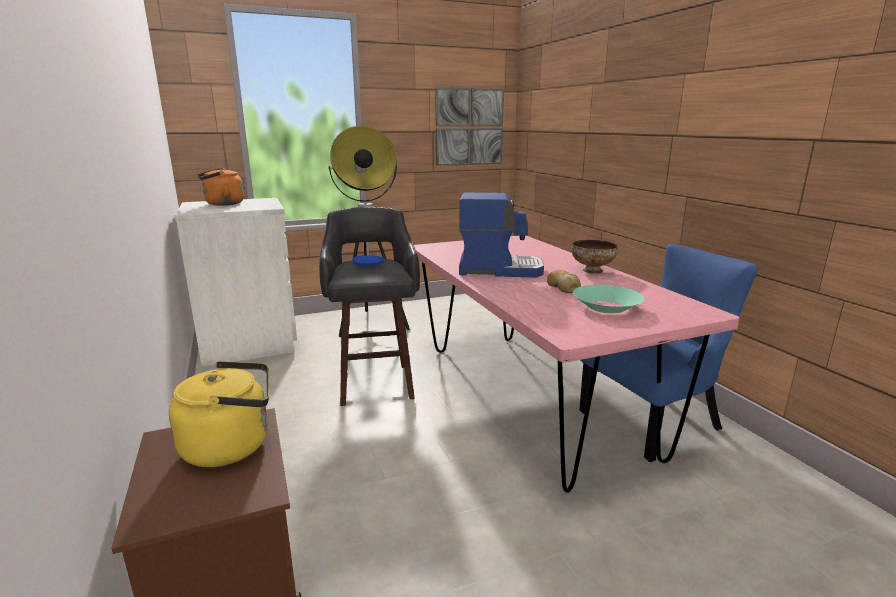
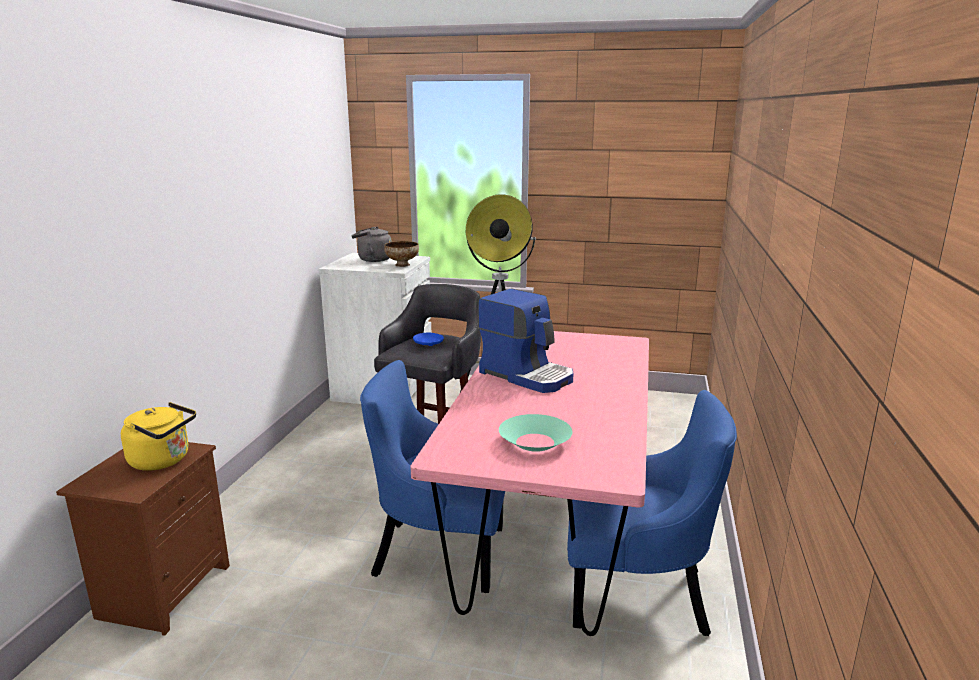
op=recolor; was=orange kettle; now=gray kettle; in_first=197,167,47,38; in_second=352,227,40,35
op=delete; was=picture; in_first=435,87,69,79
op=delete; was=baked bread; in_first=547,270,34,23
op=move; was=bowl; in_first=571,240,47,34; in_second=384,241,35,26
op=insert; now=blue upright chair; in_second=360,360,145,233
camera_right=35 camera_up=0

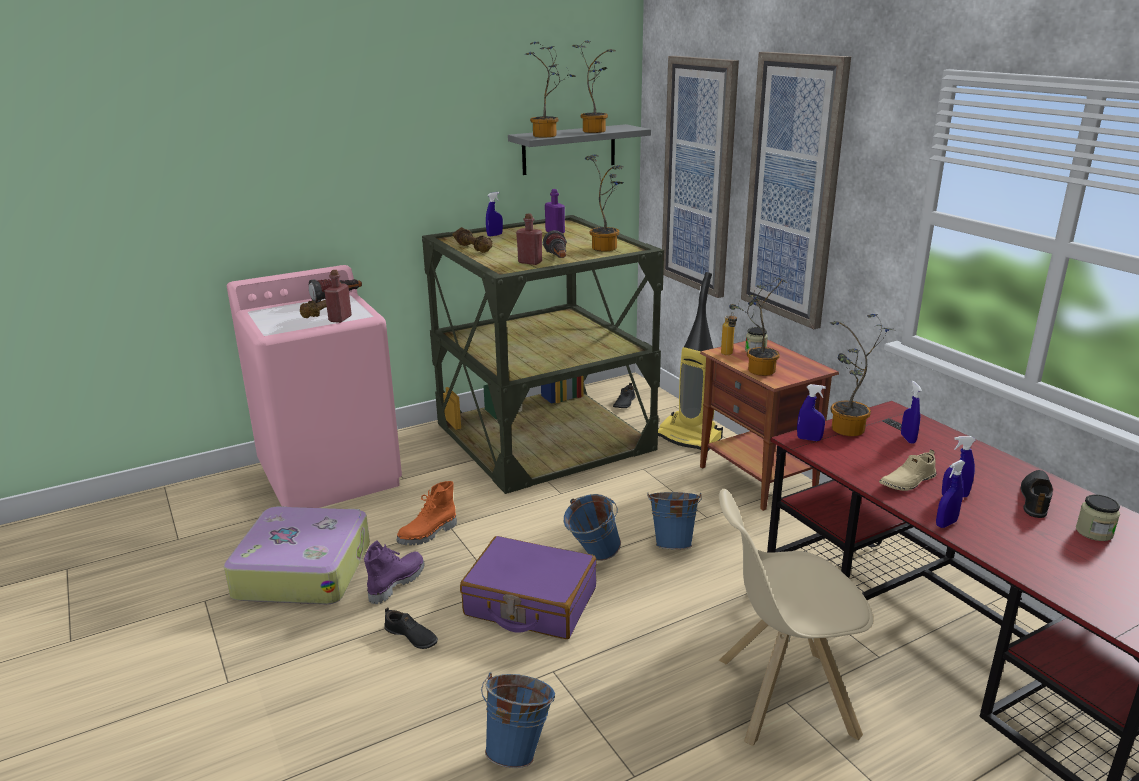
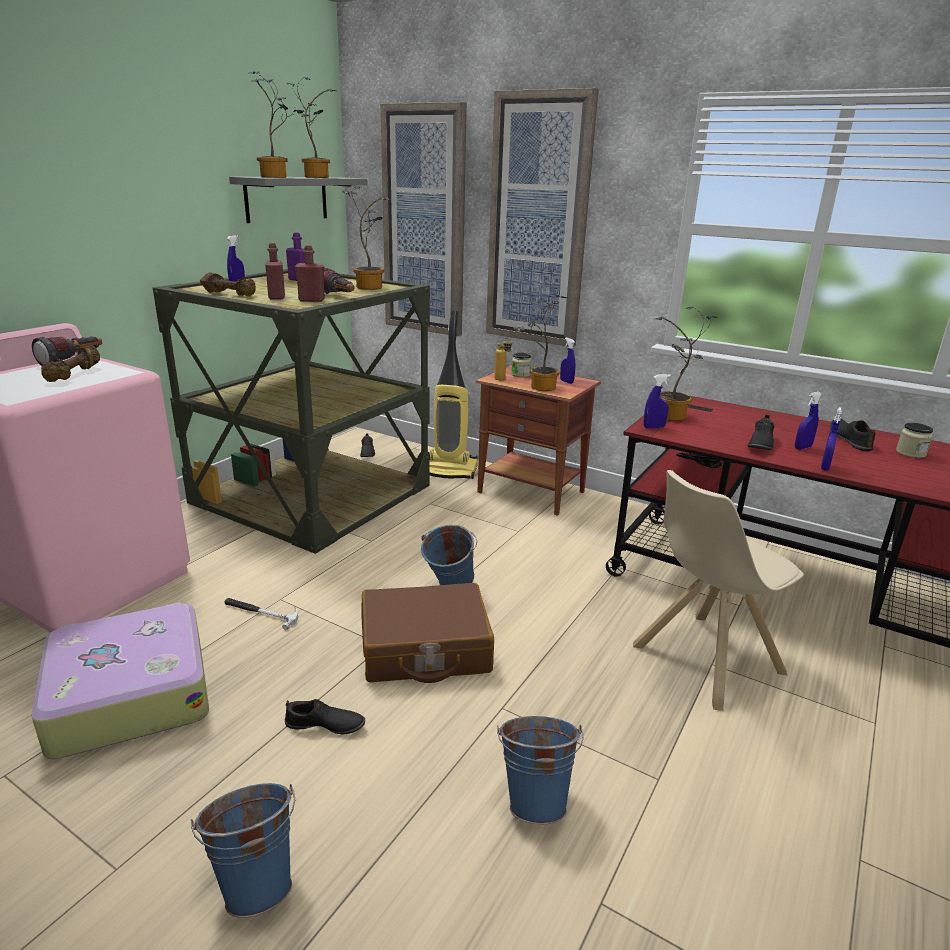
op=move; was=red-coloured bottle; in_first=324,270,28,53; in_second=265,243,20,56
op=delete; was=purple tall boot; in_first=364,541,61,63
op=replace; was=orange tall boot; now=tool hammer; in_first=397,481,60,64; in_second=224,598,74,32
op=recolor; was=purple travel case; now=brown travel case; in_first=460,536,137,103; in_second=361,583,133,100
op=move; was=blue water bucket; in_first=647,492,55,58; in_second=191,783,104,135
op=recolor; was=beige-coloured low shoe; now=black low shoe; in_first=879,449,58,42; in_second=747,415,28,35
op=move; was=blue spray bottle; in_first=901,381,21,63; in_second=560,338,15,46
camera_right=-30 camera_up=0

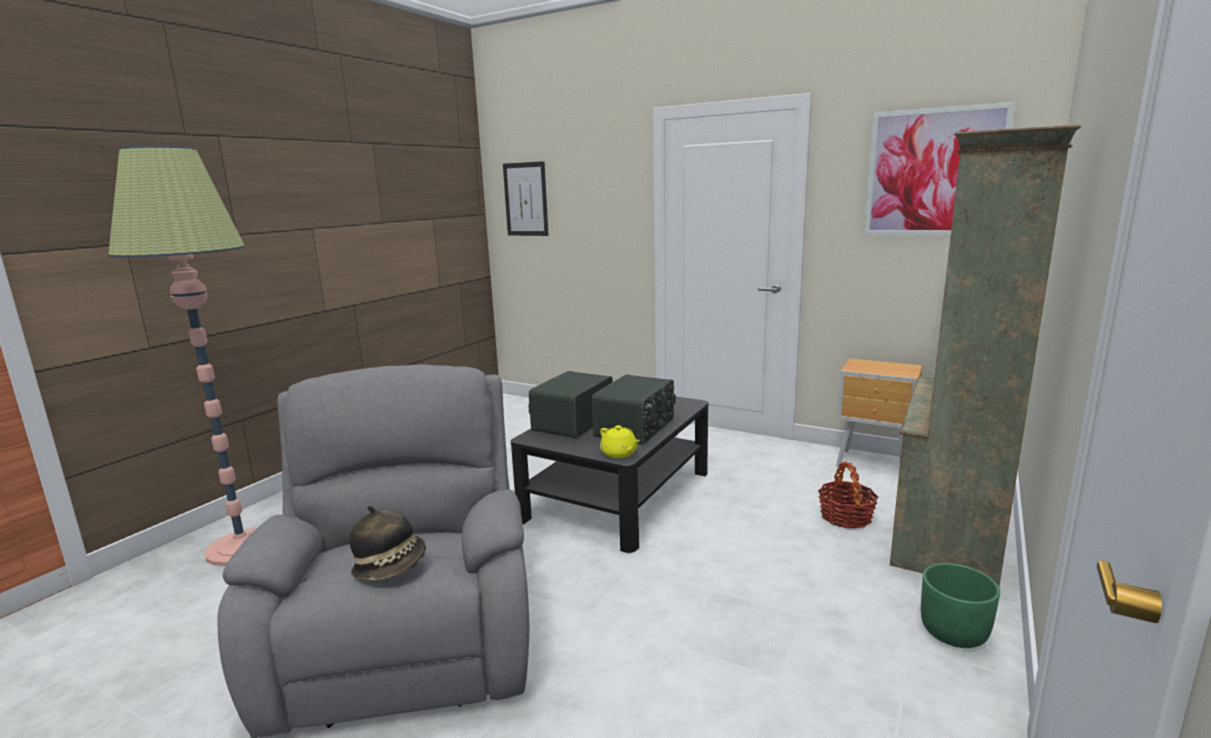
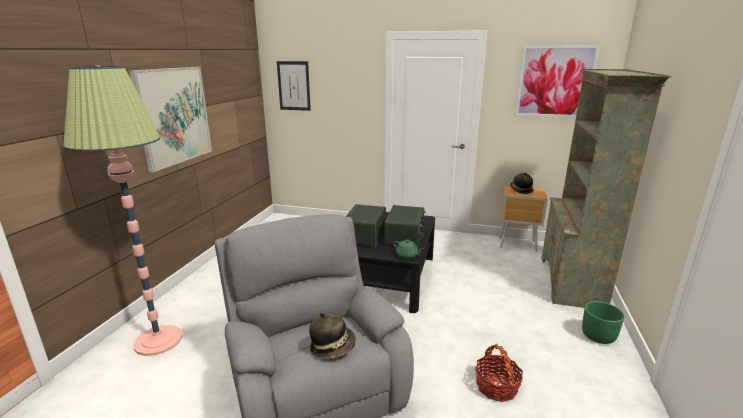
op=recolor; was=yellow-coloured pot for tea; now=green-coloured pot for tea; in_first=600,425,40,33; in_second=393,239,31,20
op=move; was=basket; in_first=818,462,61,66; in_second=475,344,48,58
op=insert; now=picture; in_second=129,67,83,105
op=insert; now=clothing hat; in_second=510,173,23,21
camera_right=-15 camera_up=5

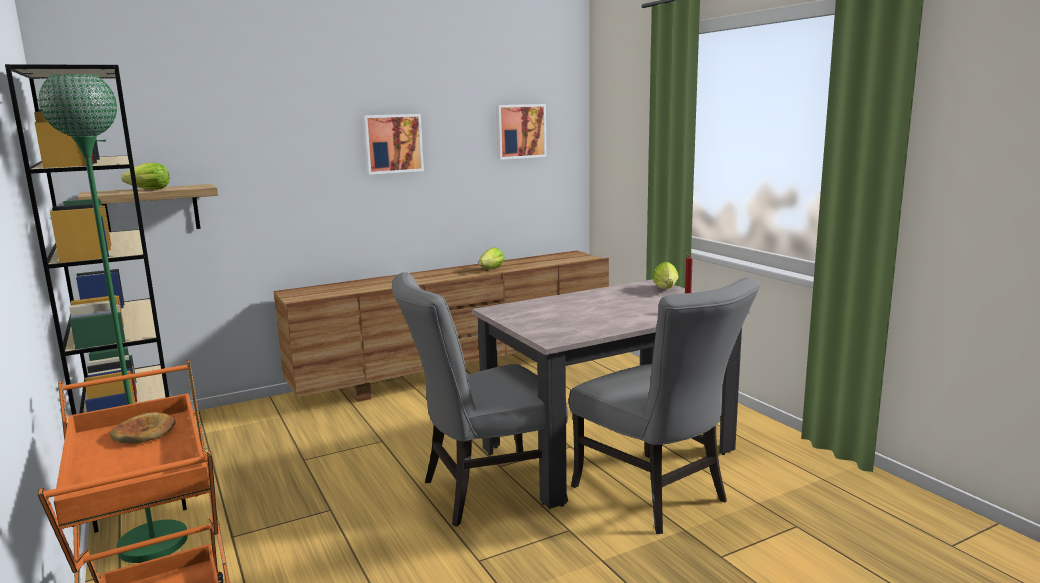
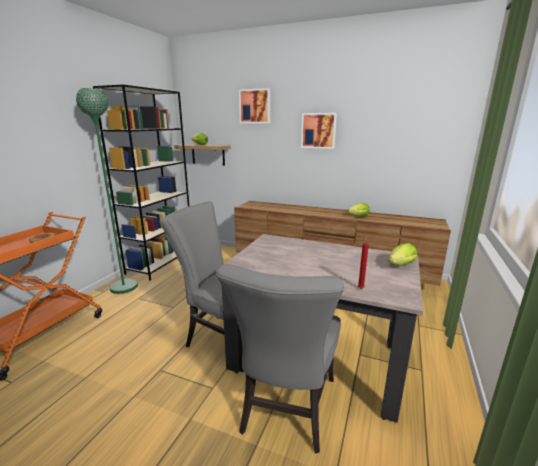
op=move; was=picture; in_first=496,104,51,56; in_second=239,88,31,35
camera_right=50 camera_up=5

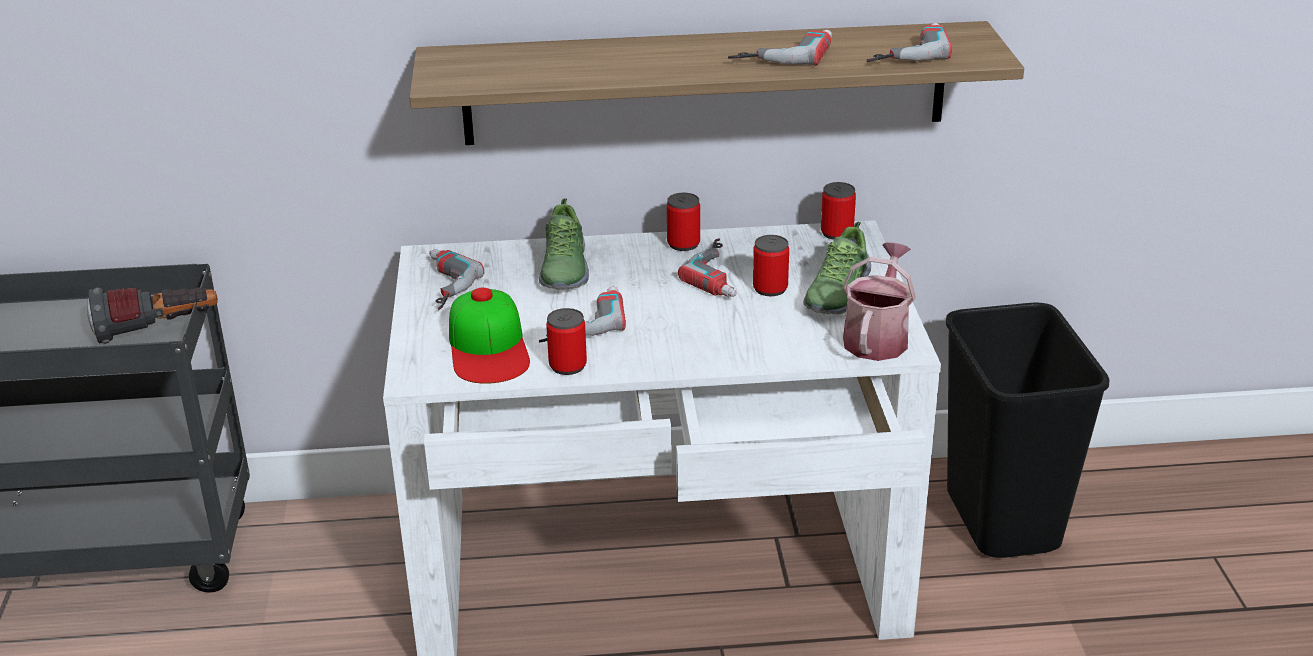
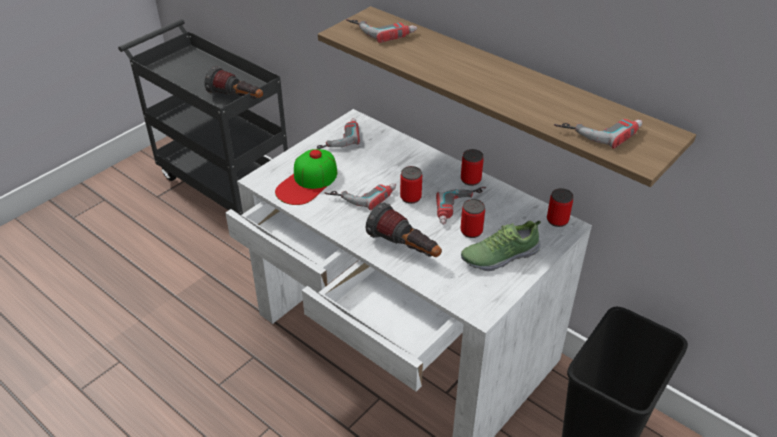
op=delete; was=low shoe; in_first=539,198,50,92
op=move; was=sealed can; in_first=546,308,41,67; in_second=400,166,22,38
op=move; was=power drill; in_first=728,29,104,37; in_second=346,19,71,24
op=delete; was=sprinkling can; in_first=842,242,74,119
op=insert; now=hand torch; in_second=366,202,76,55
camera_right=45 camera_up=10

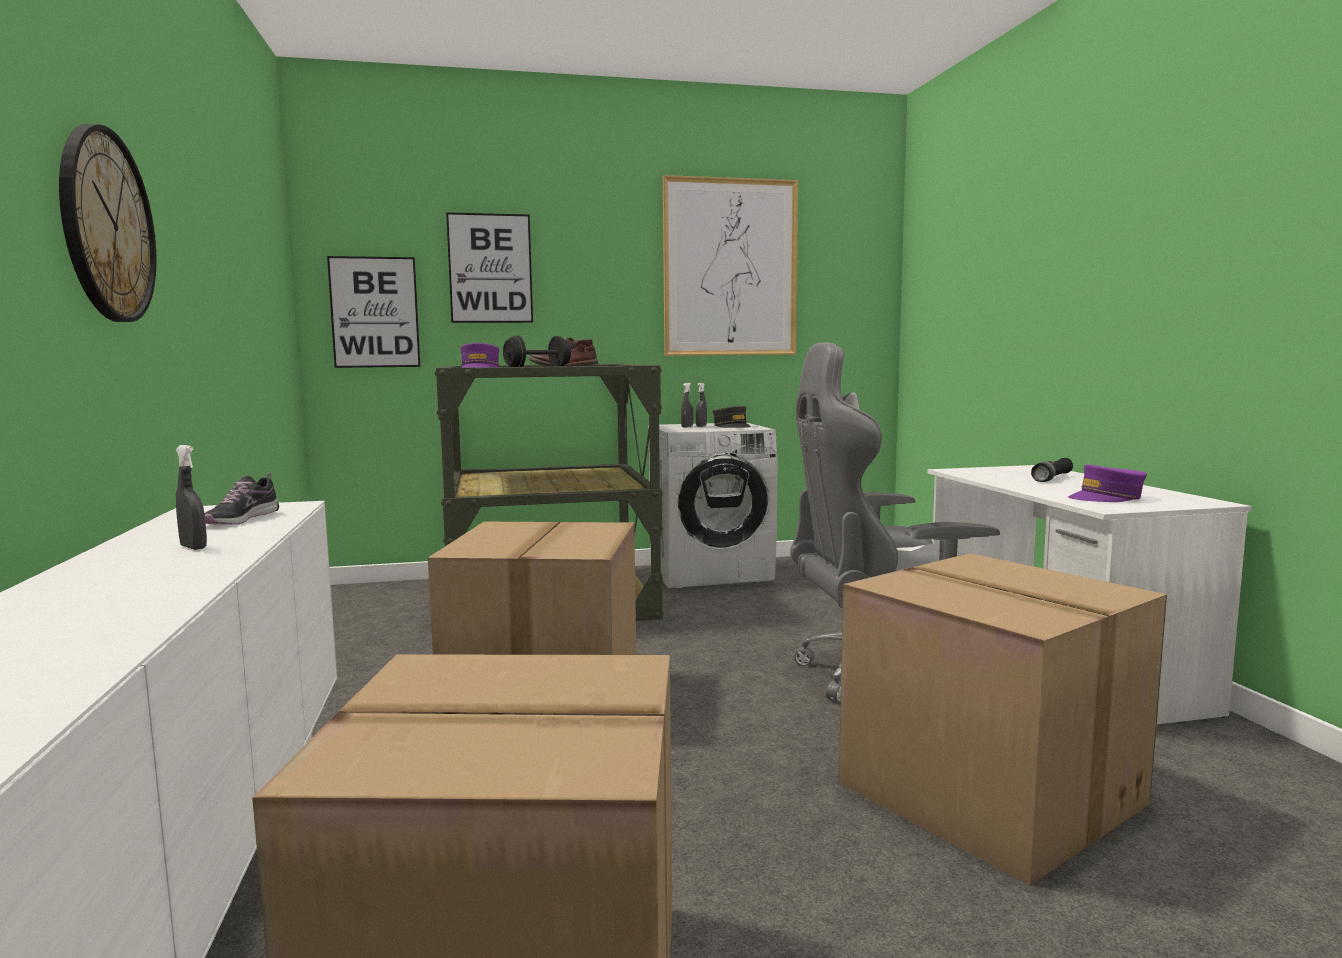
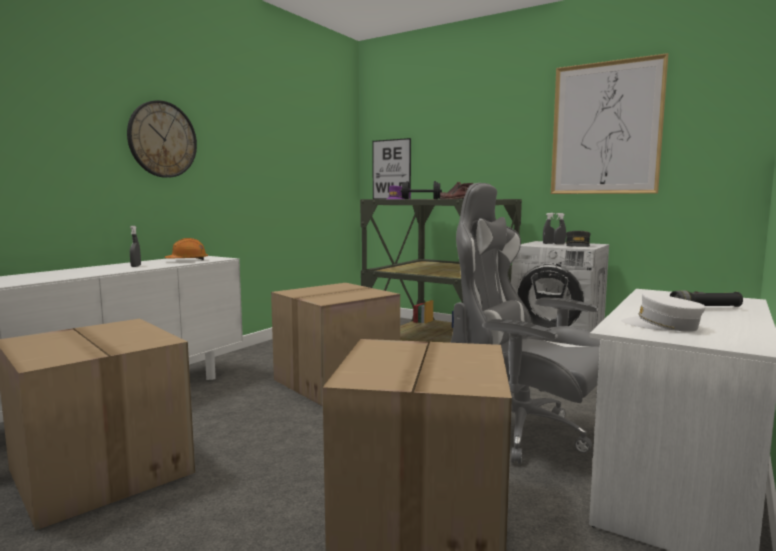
op=replace; was=low shoe; now=orange work helmet; in_first=205,473,74,51; in_second=165,238,43,22
op=delete; was=picture; in_first=446,212,87,111
op=recolor; was=purple baseball cap; now=white-coloured baseball cap; in_first=1068,464,79,38; in_second=621,292,85,40
camera_right=45 camera_up=0

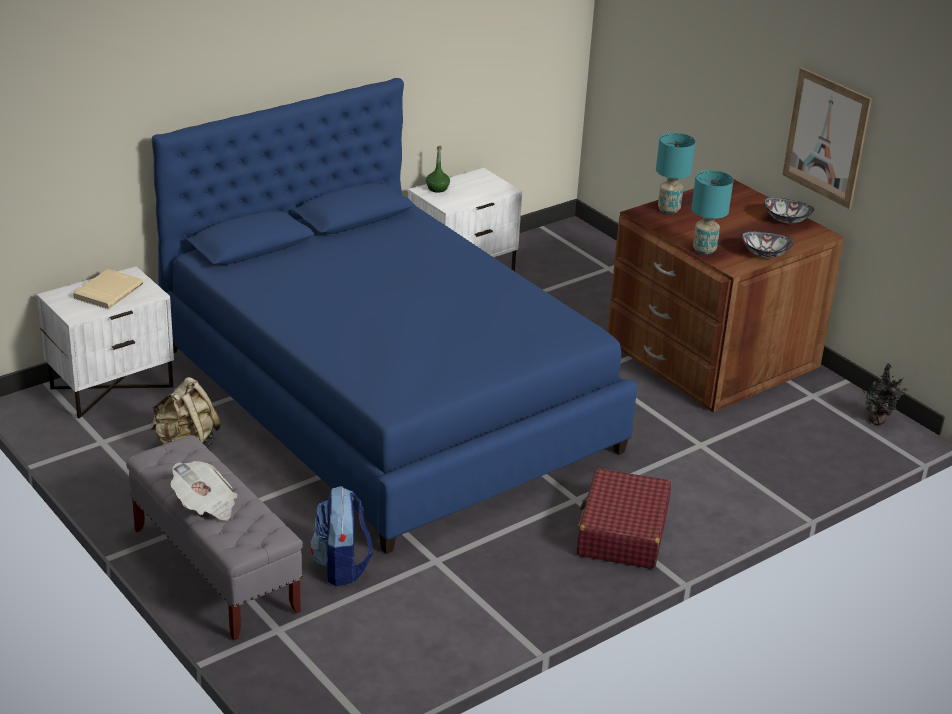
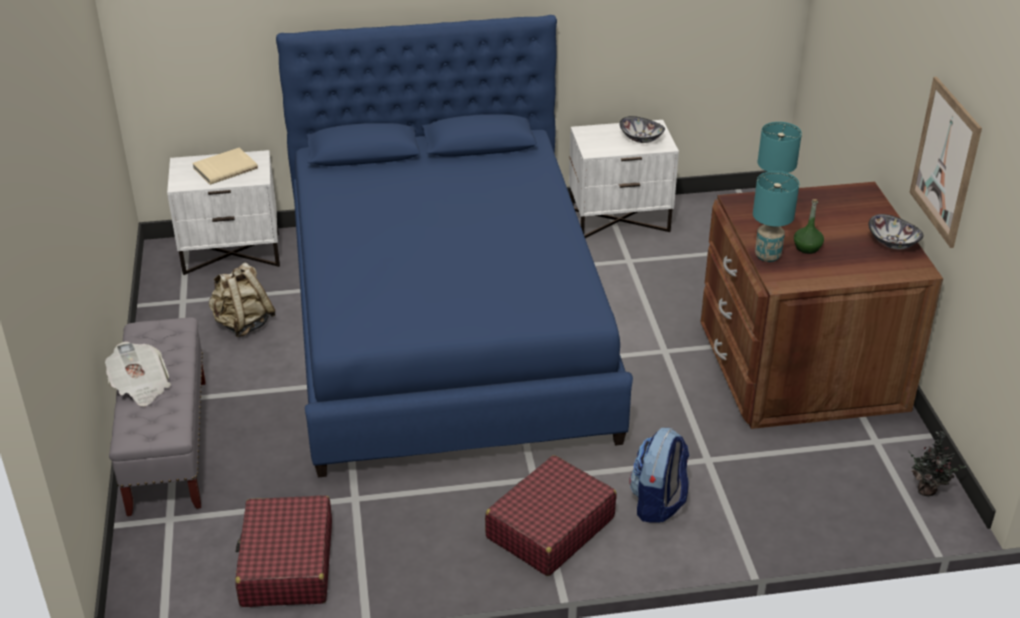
op=move; was=rucksack; in_first=310,486,63,100; in_second=629,428,60,95
op=move; was=green-coloured bottle; in_first=426,146,24,47; in_second=794,199,30,55
op=move; was=bowl; in_first=741,231,53,27; in_second=620,116,45,27
op=insert; now=red-coloured travel case; in_second=235,495,97,112
camera_right=30 camera_up=5

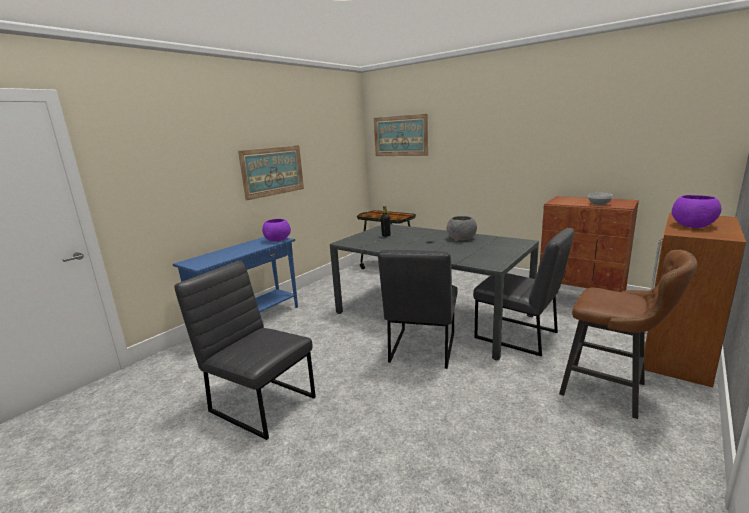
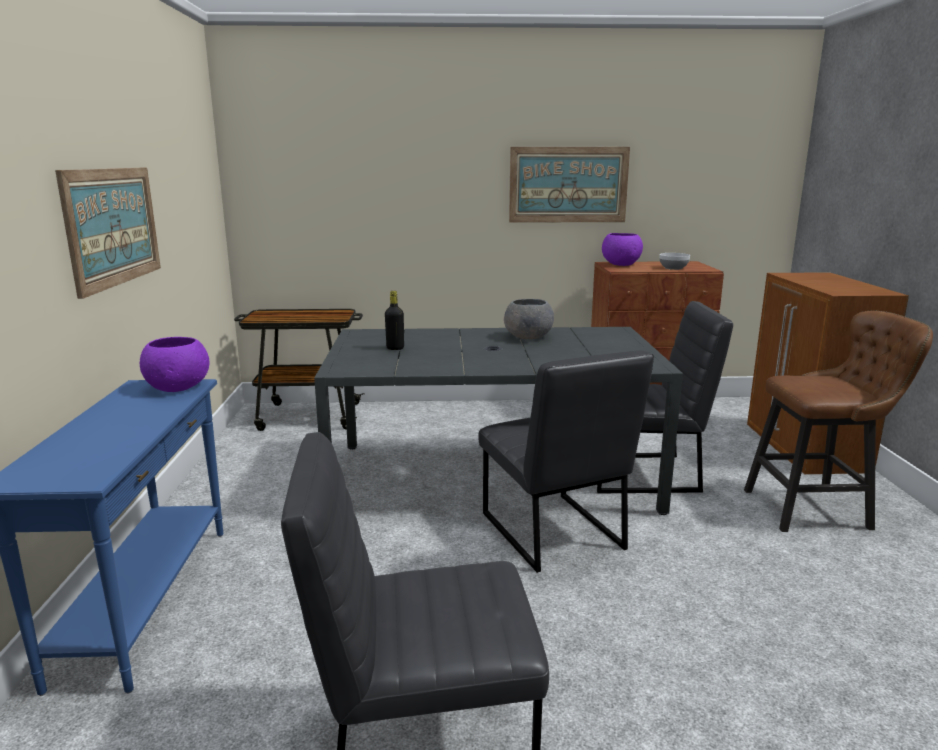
op=move; was=picture; in_first=374,114,54,42; in_second=509,147,121,76
op=move; was=purple bowl; in_first=672,195,49,33; in_second=602,233,41,33
camera_right=-40 camera_up=0

